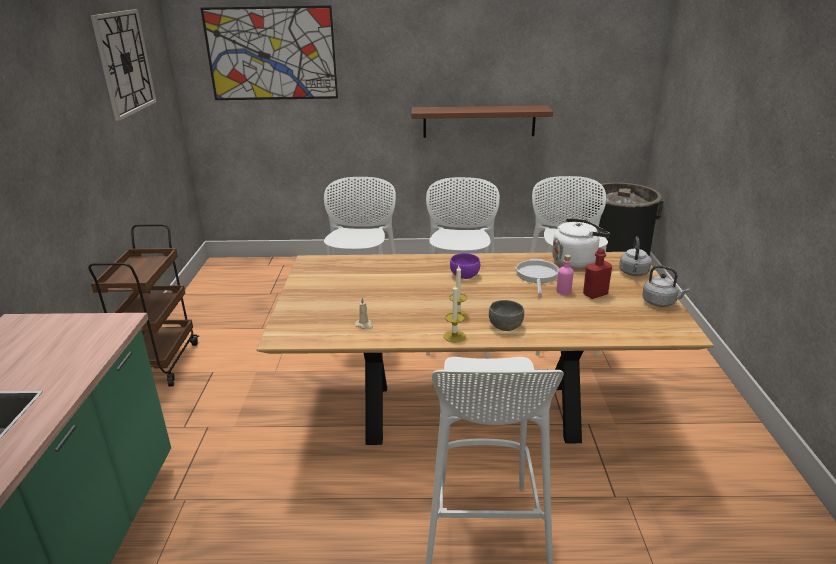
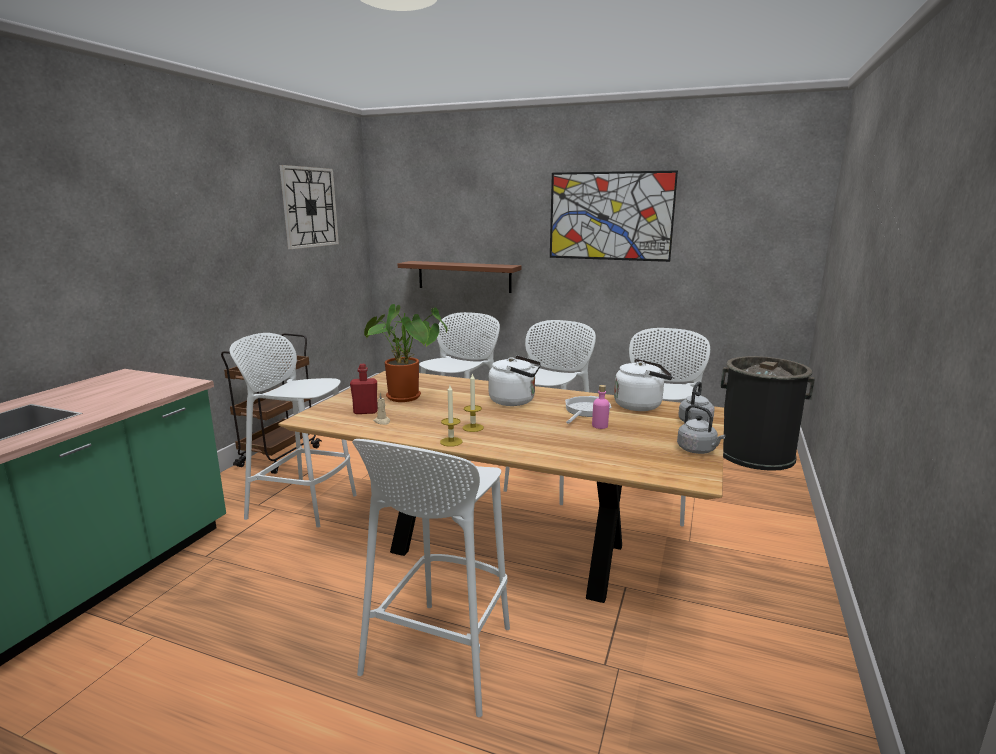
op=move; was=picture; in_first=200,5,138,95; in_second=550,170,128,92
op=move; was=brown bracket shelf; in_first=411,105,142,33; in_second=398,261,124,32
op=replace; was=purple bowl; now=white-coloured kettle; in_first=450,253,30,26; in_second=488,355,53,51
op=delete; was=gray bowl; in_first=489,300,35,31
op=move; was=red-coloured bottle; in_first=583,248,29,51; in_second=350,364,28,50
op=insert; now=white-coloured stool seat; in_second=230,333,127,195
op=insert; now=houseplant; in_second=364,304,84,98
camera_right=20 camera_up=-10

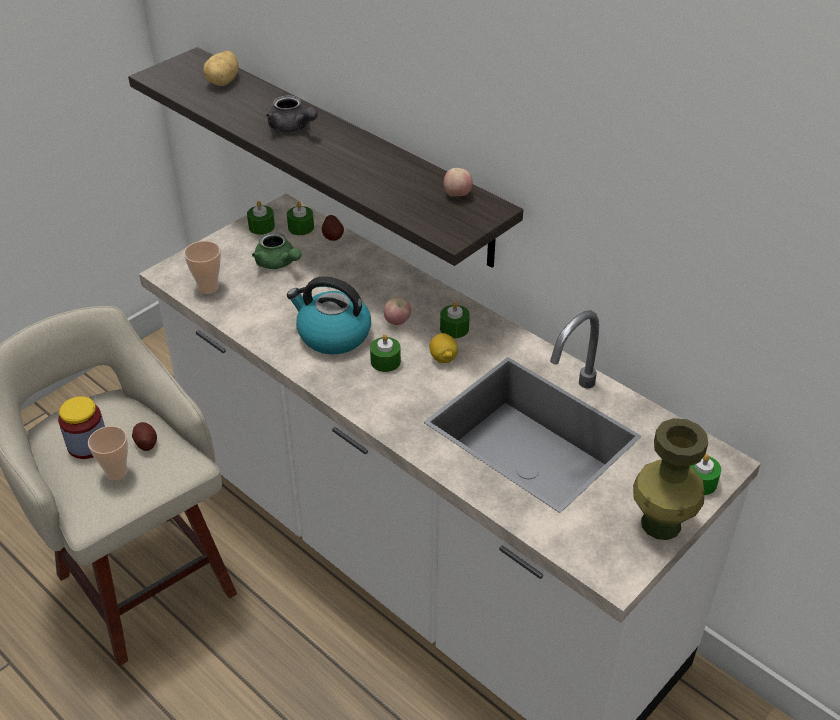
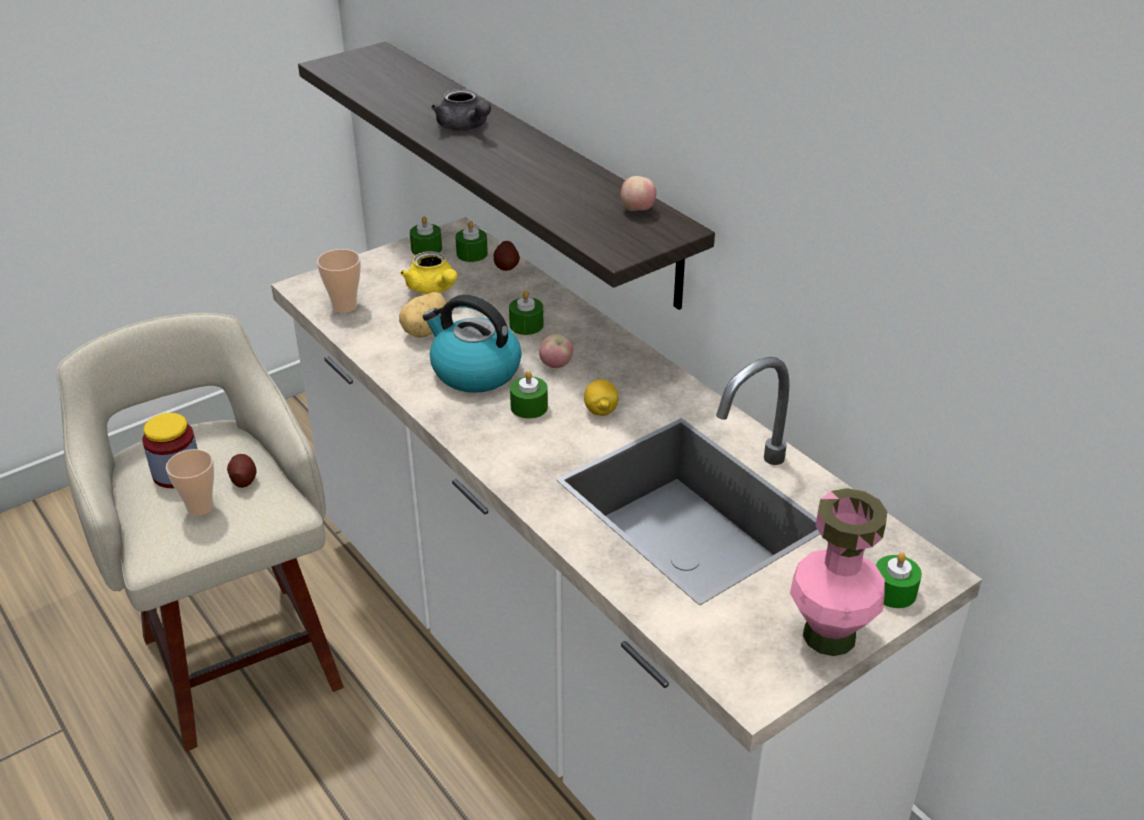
op=move; was=potato; in_first=203,51,36,35; in_second=399,292,47,46
op=recolor; was=green-coloured pot for tea; now=yellow-coloured pot for tea; in_first=252,232,50,37; in_second=400,251,58,43
op=move; was=green-coloured candle; in_first=440,301,30,37; in_second=509,290,34,45
op=recolor; was=green-coloured decorative vase; now=pink decorative vase; in_first=633,418,75,122; in_second=790,488,97,168
camera_right=10 camera_up=-5

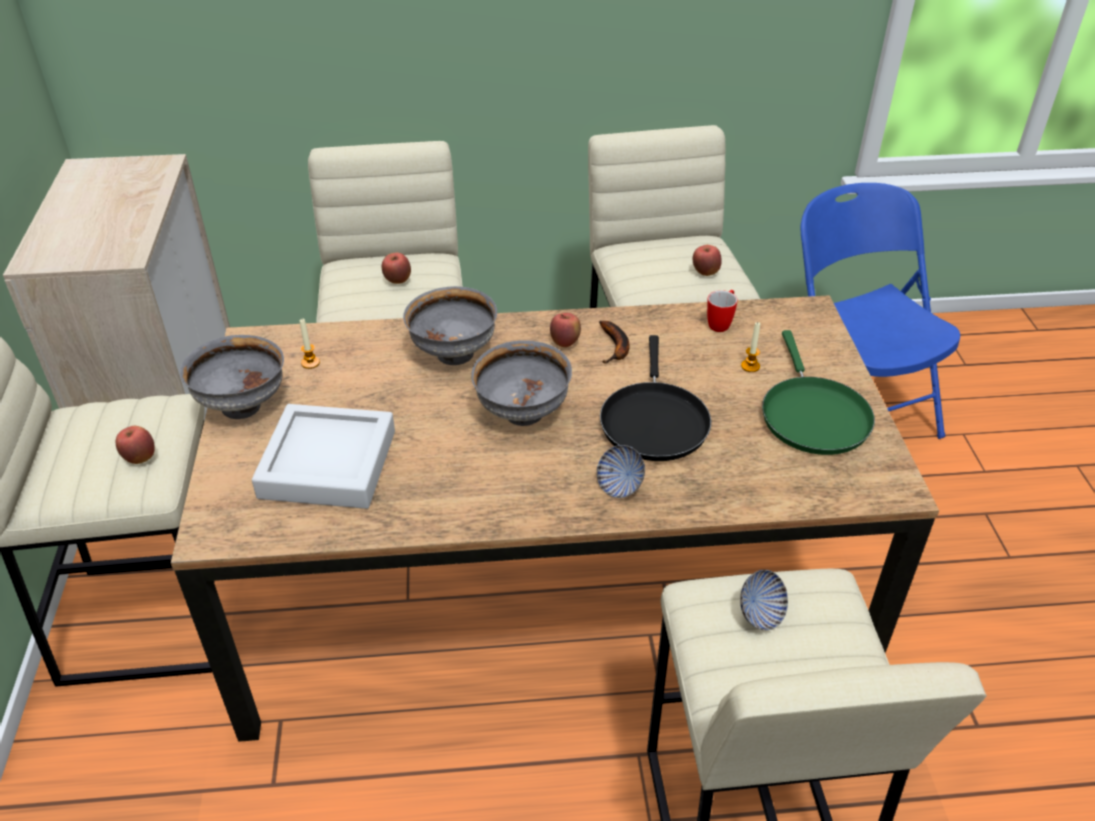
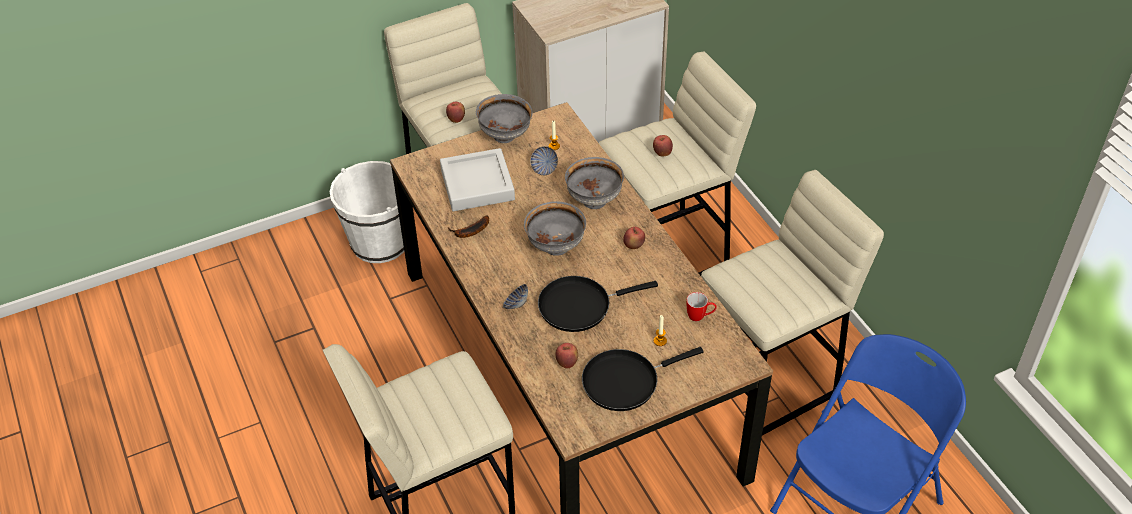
op=move; was=banana; in_first=599,321,31,43; in_second=448,216,41,22
op=move; was=whole apple; in_first=693,245,29,31; in_second=556,343,22,26
op=move; was=bowl; in_first=740,570,48,60; in_second=530,146,28,29
op=recolor; was=green-coloured frying pan; now=black frying pan; in_first=762,330,113,125; in_second=582,347,122,64
op=insert; now=white-coloured water bucket; in_second=330,161,74,102
camera_right=70 camera_up=5

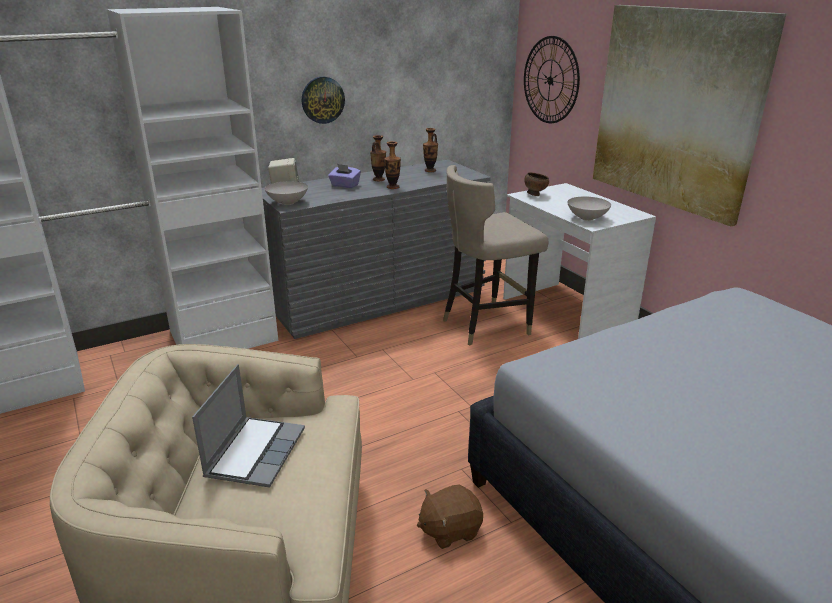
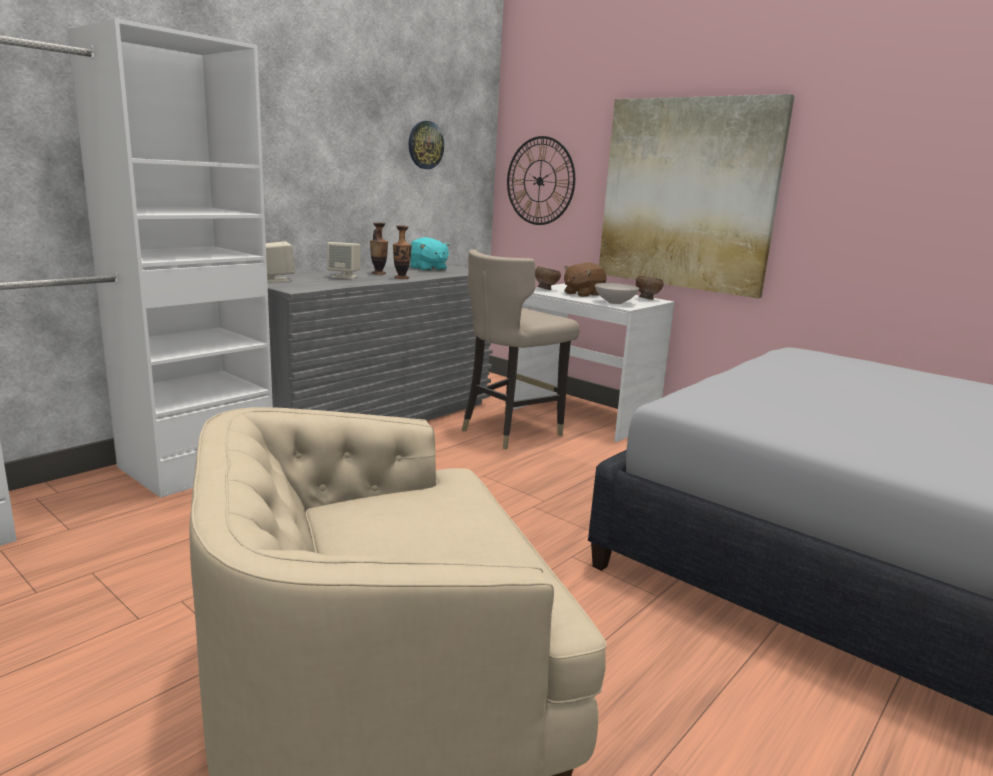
op=delete; was=portable computer; in_first=192,364,113,124
op=delete; was=white-coloured bowl; in_first=265,181,43,24
op=move; was=wall clock; in_first=302,77,43,47; in_second=409,121,35,48
op=replace; was=purple tissue box; now=beige-coloured speaker; in_first=328,164,33,24; in_second=327,242,34,37
op=move; was=brown plush toy; in_first=417,484,66,65; in_second=564,263,43,34
op=replace; was=decorative vase; now=blue-green plush toy; in_first=423,128,15,44; in_second=410,237,40,34
op=insert; now=brown bowl; in_second=636,276,28,24
camera_right=-20 camera_up=-10

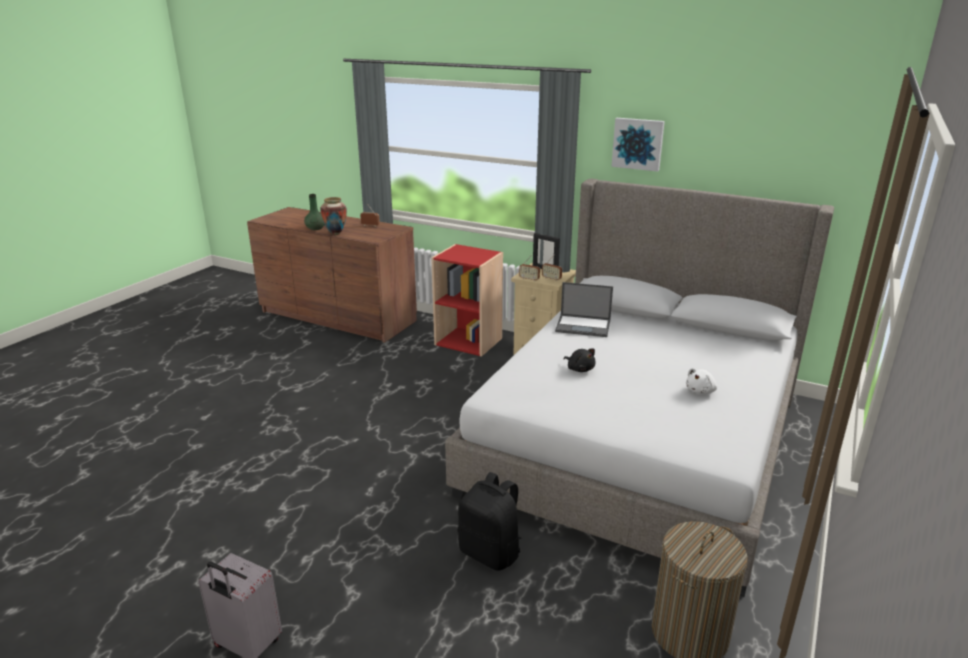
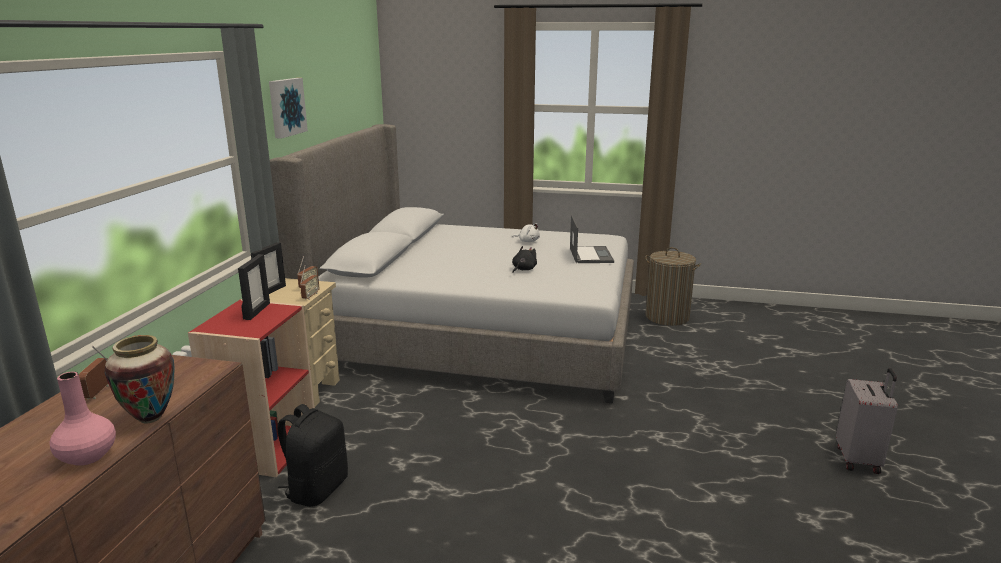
op=recolor; was=green-coloured decorative vase; now=pink decorative vase; in_first=304,194,21,36; in_second=49,372,67,94
op=move; was=black rucksack; in_first=458,472,63,99; in_second=277,404,71,103
op=move; was=portable computer; in_first=555,282,58,55; in_second=570,215,44,48
op=insert; now=picture frame; in_second=238,254,32,66
camera_right=-105 camera_up=-5

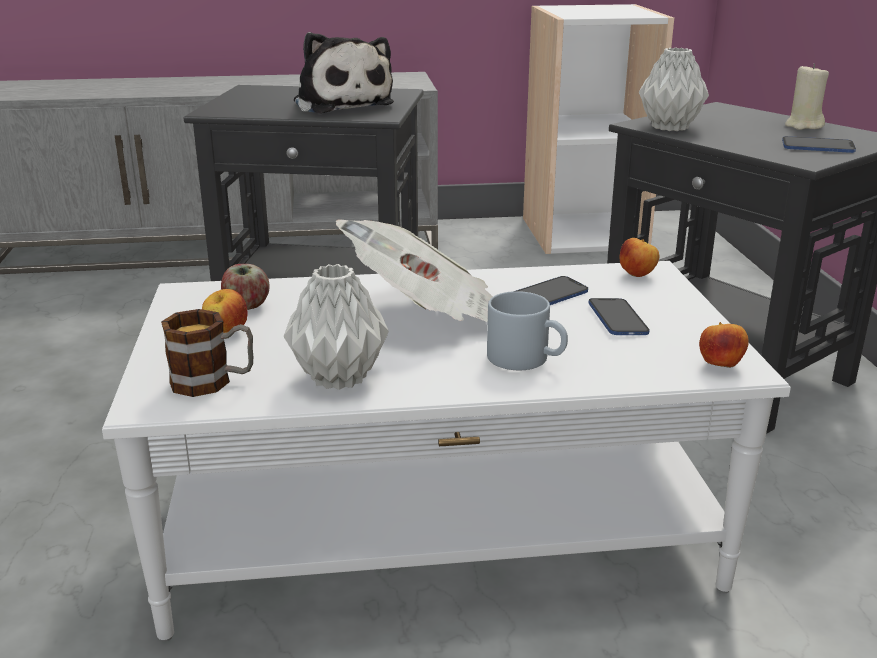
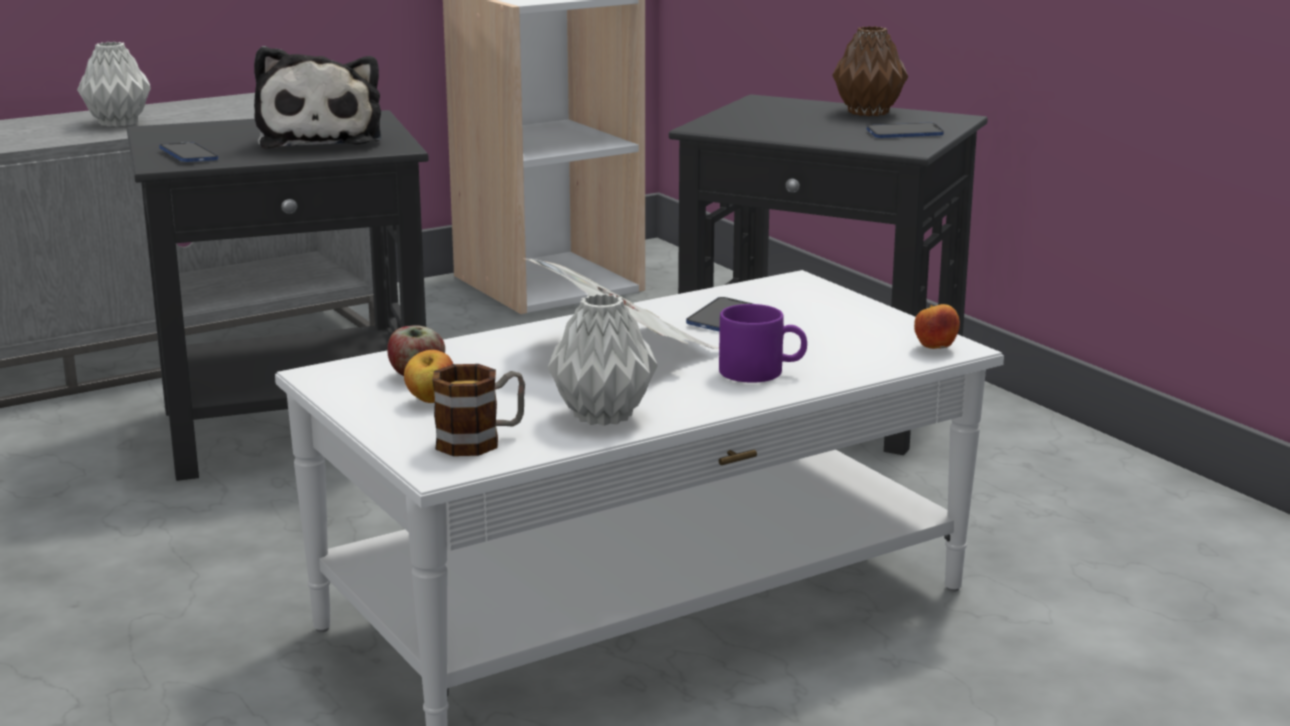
op=rotate; was=plush toy; in_first=294,32,100,81; in_second=254,46,128,103; clockwise=45
op=recolor; was=gray coffee mug; now=purple coffee mug; in_first=487,291,81,79; in_second=719,304,88,79
op=move; was=phone; in_first=588,298,62,37; in_second=160,142,58,20
op=delete; was=whole apple; in_first=620,238,39,39
op=move; was=gray decorative vase; in_first=639,47,70,84; in_second=77,42,74,85
op=replace; was=beige-coloured candle; now=brown decorative vase; in_first=785,63,44,67; in_second=832,26,76,91
camera_right=-25 camera_up=-5

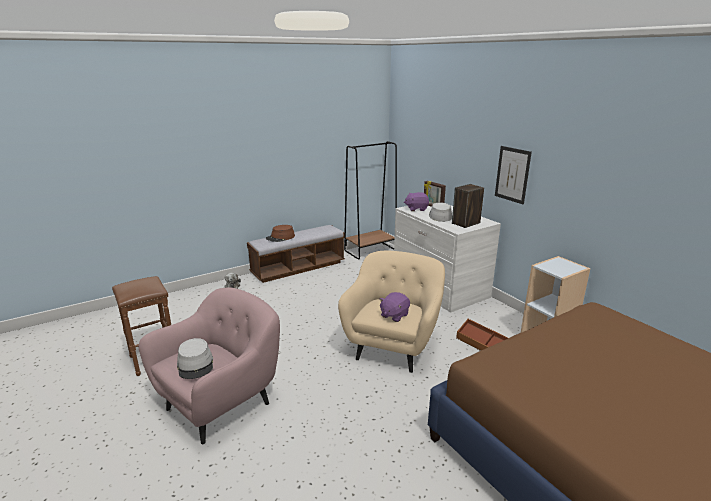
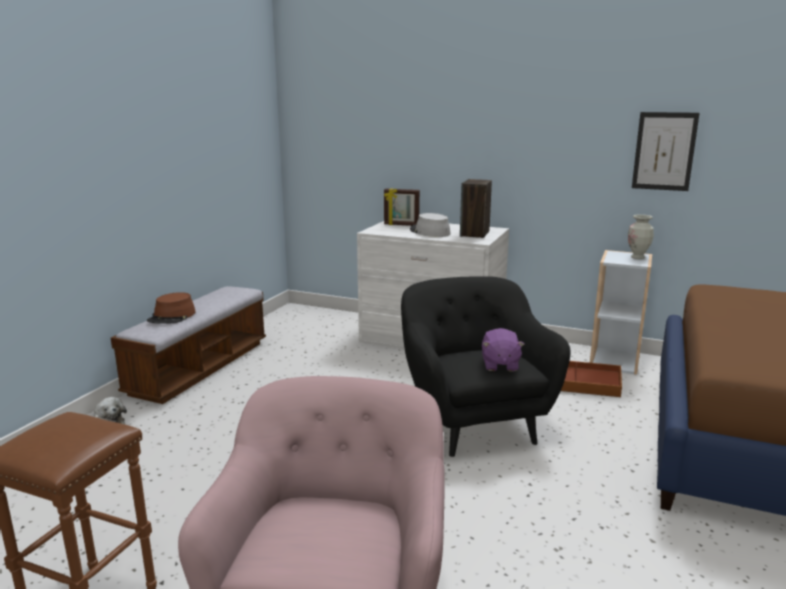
op=delete; was=gray clothing hat; in_first=177,338,36,41
op=recolor; was=beige-coloured armchair; now=black armchair; in_first=338,251,107,122; in_second=401,276,170,181
op=delete; was=clothes rack; in_first=344,141,53,119
op=delete; was=purple plush toy; in_first=404,192,25,19
op=move; was=picture; in_first=495,146,37,59; in_second=632,112,68,79
op=insert; now=decorative vase; in_second=628,214,26,45
camera_right=-35 camera_up=-5

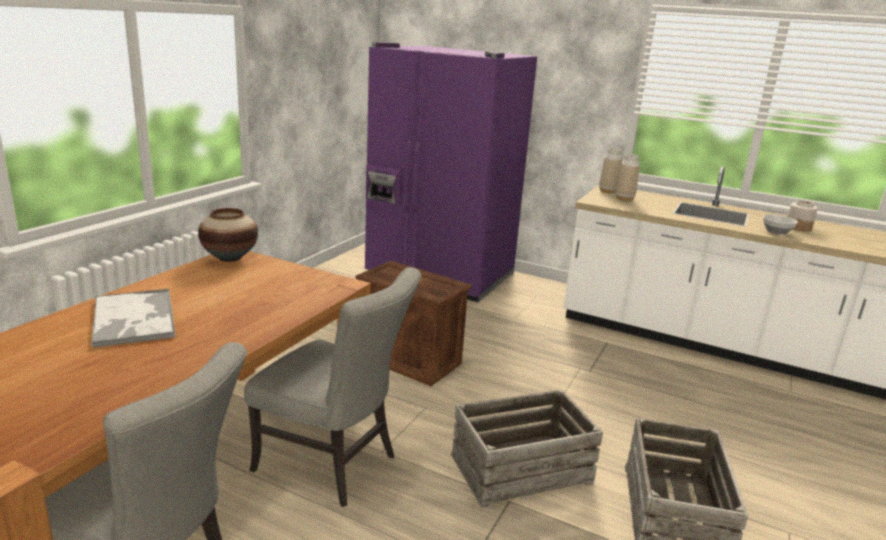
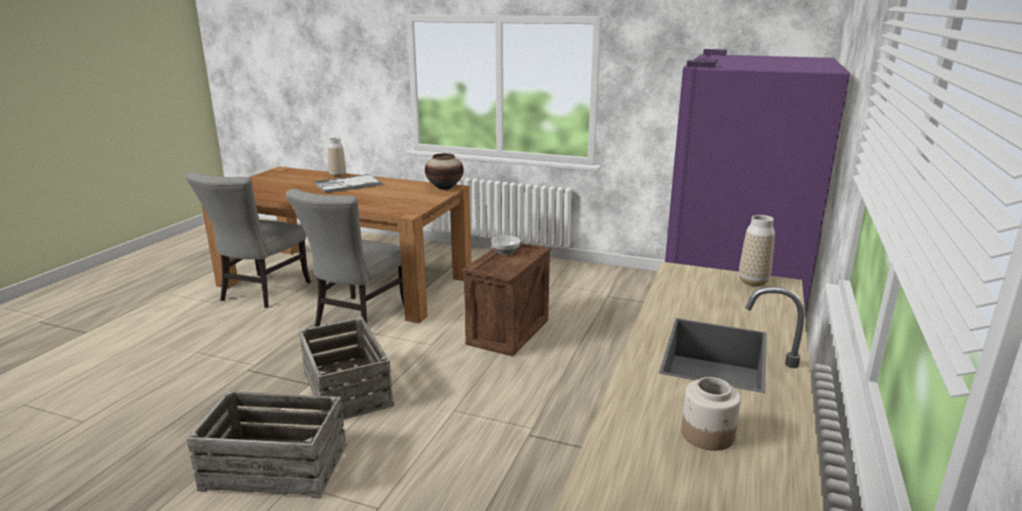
op=move; was=decorative vase; in_first=616,154,23,47; in_second=328,138,18,39
op=move; was=bowl; in_first=763,214,35,20; in_second=491,236,29,19
camera_right=85 camera_up=0

